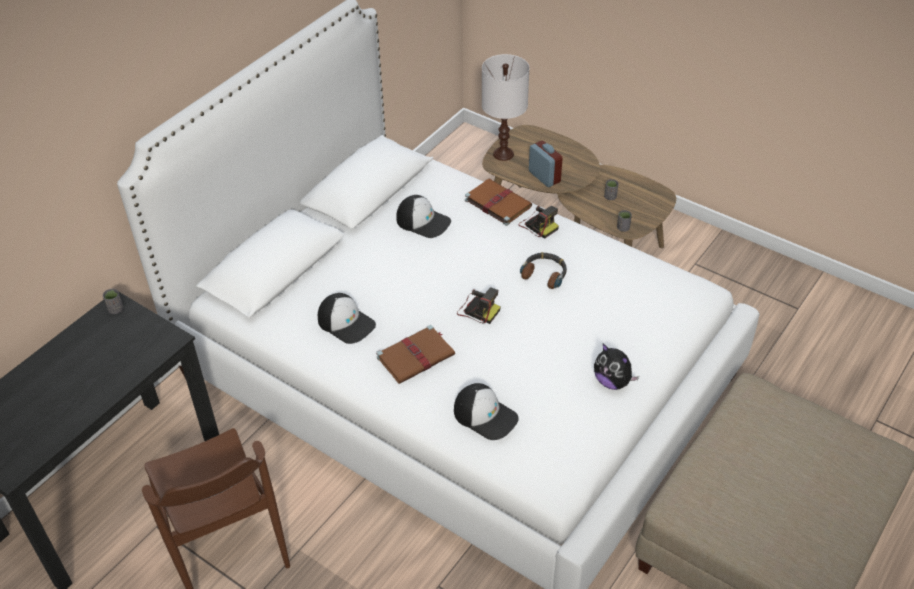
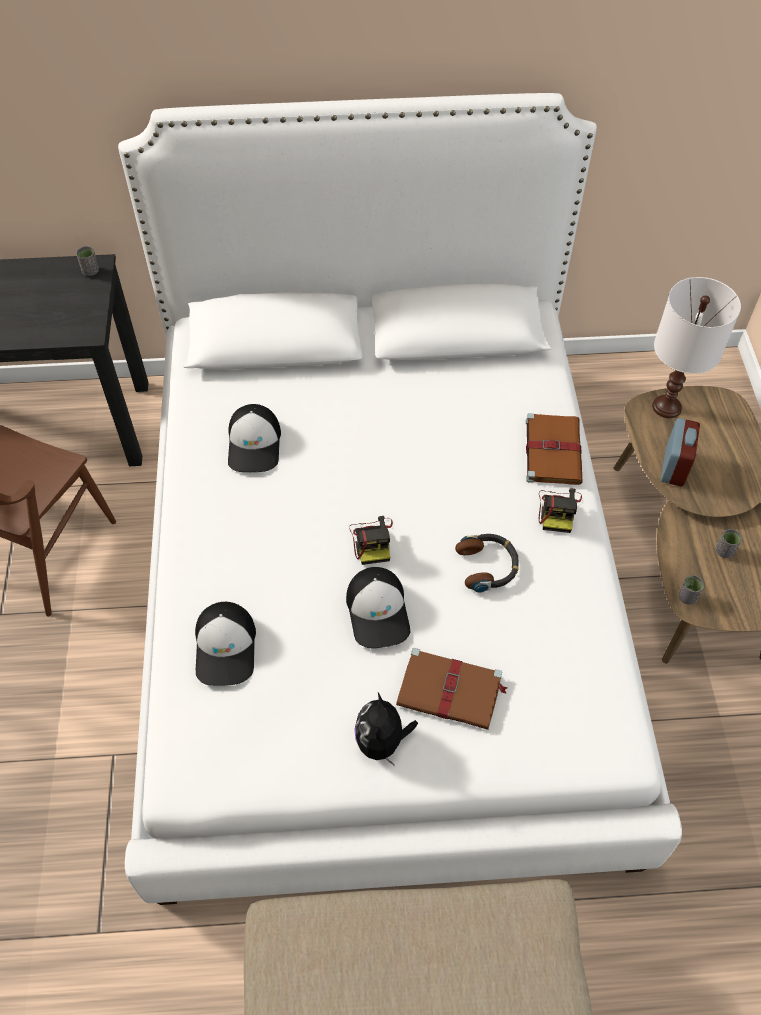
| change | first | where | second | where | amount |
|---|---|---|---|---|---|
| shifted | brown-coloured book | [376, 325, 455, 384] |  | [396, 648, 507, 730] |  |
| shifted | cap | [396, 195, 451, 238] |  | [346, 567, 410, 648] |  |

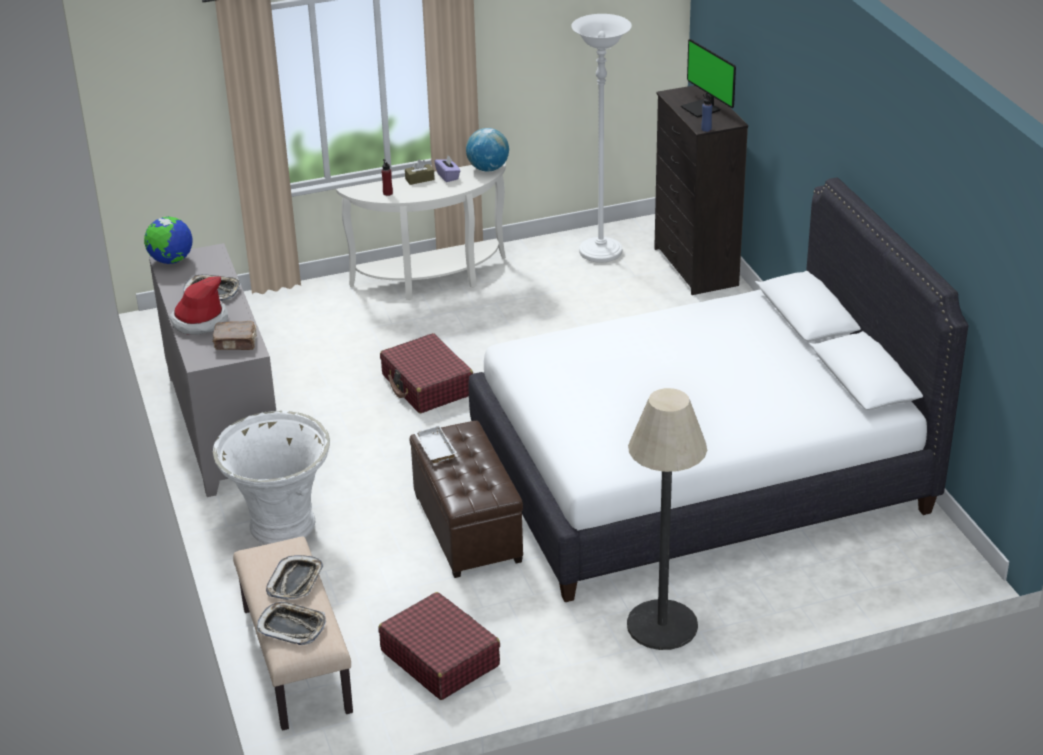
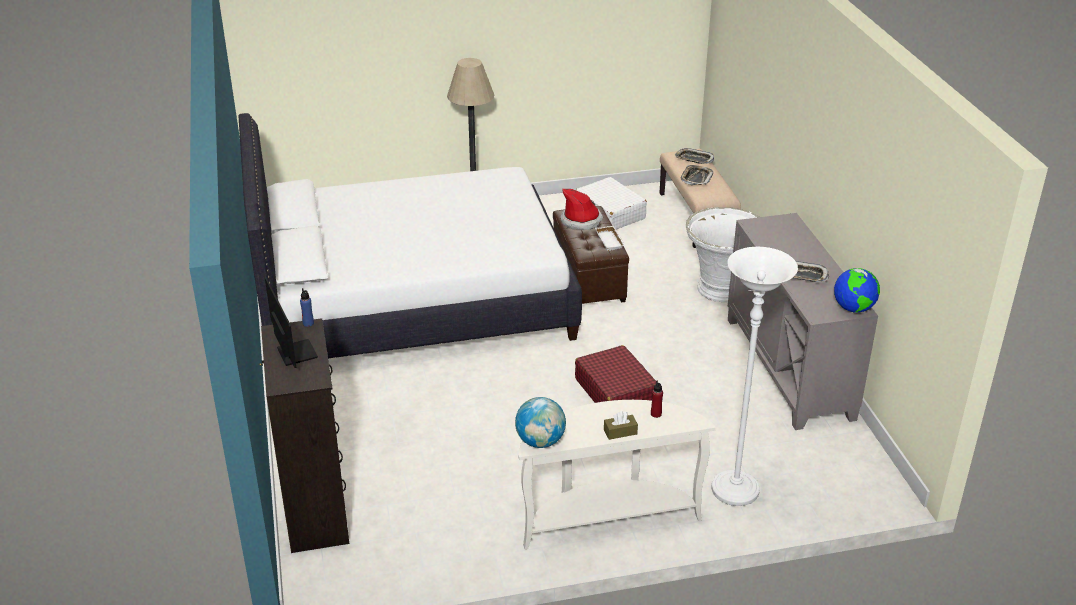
| change | first | where | second | where | amount |
|---|---|---|---|---|---|
| gone | brown-coloured book | [213, 321, 258, 350] |  |  |  |
| gone | purple-coloured tissue holder | [434, 156, 461, 182] |  |  |  |
| shifted | hat | [169, 277, 228, 335] |  | [561, 189, 603, 230] |  |
| shifted | white-coloured standard lamp | [572, 14, 632, 263] |  | [712, 247, 798, 506] |  |
| repainted | red travel case | [378, 592, 500, 700] | white-coloured travel case | [576, 177, 647, 230] |  |

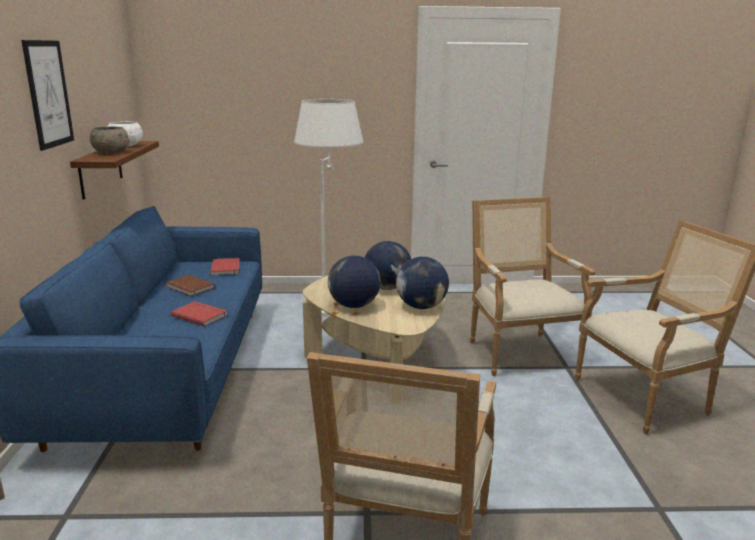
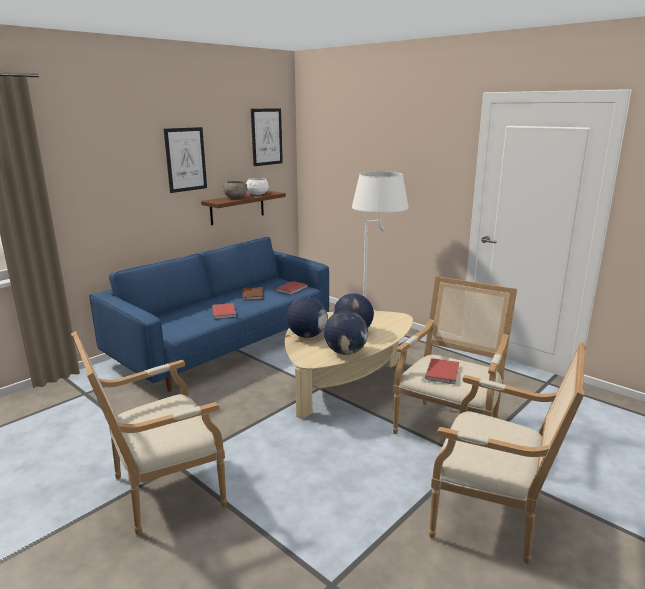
| change | first | where | second | where | amount |
|---|---|---|---|---|---|
| new |  |  | wall picture | [251, 108, 283, 166] |  |
| new |  |  | red book | [425, 358, 459, 384] |  |

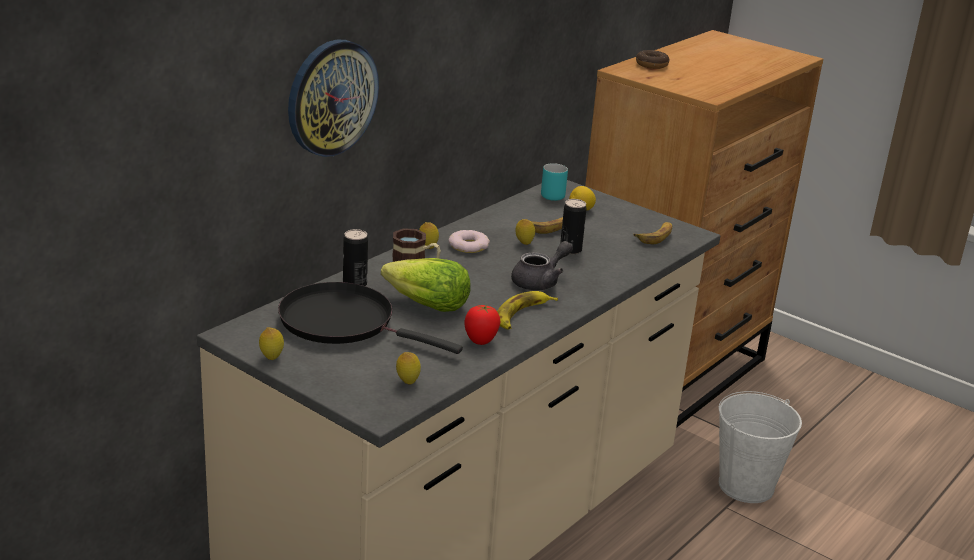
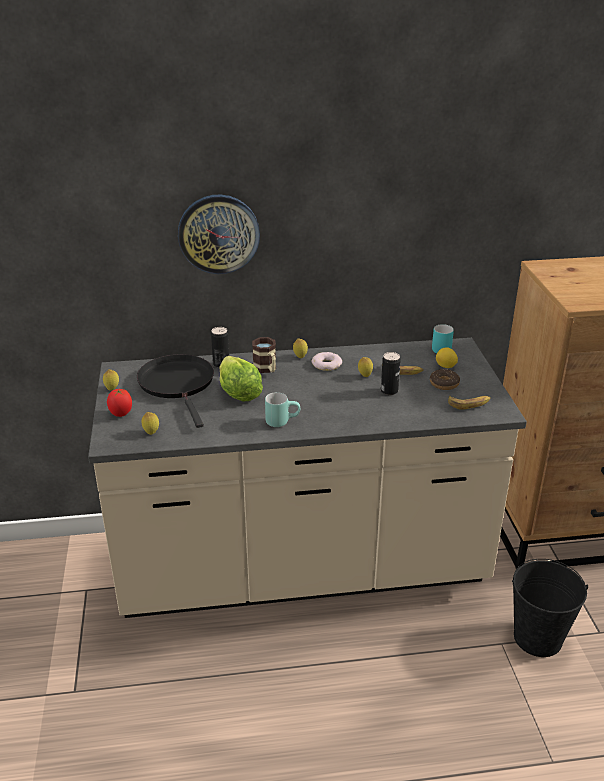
| change | first | where | second | where | amount |
|---|---|---|---|---|---|
| gone | greyish tea pot | [511, 241, 573, 291] |  |  |  |
| shifted | whole tomato | [464, 305, 500, 345] |  | [107, 389, 132, 417] |  |
| shifted | ring doughnut | [636, 50, 669, 69] |  | [430, 369, 460, 390] |  |
| swapped | banana fruit | [497, 291, 558, 329] | blue-green tea mug | [265, 392, 300, 427] |  |
| repainted | white-coloured water bucket | [719, 391, 802, 503] | blackish water bucket | [512, 559, 588, 657] |  |

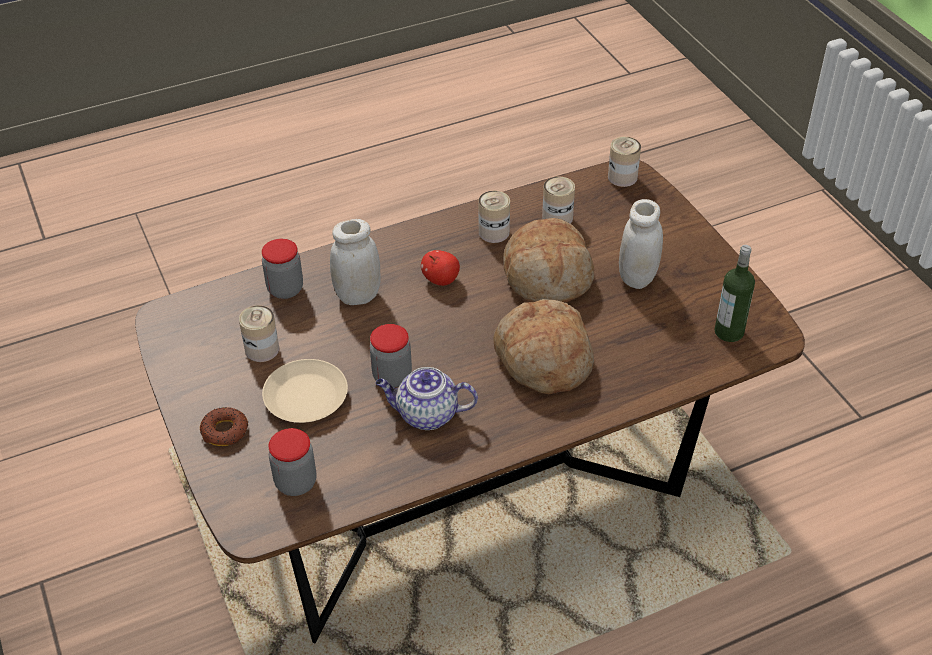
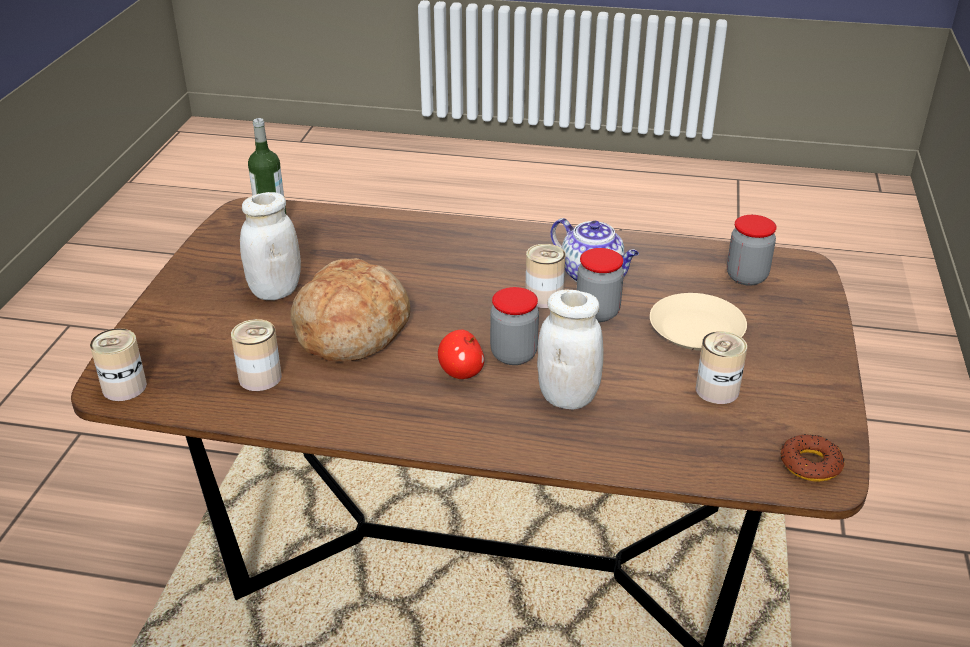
| change | first | where | second | where | amount |
|---|---|---|---|---|---|
| gone | bread | [493, 299, 594, 394] |  |  |  |
| shifted | ring doughnut | [200, 407, 248, 446] |  | [781, 434, 844, 482] |  |
| shifted | storage jar | [262, 239, 303, 299] |  | [490, 287, 539, 365] |  |
| shifted | sealed can | [479, 191, 510, 243] |  | [525, 244, 565, 308] |  |

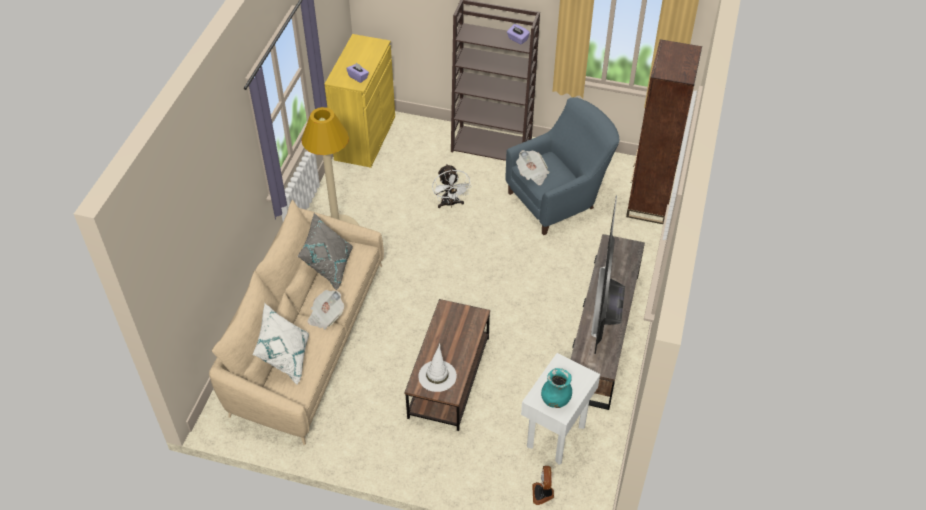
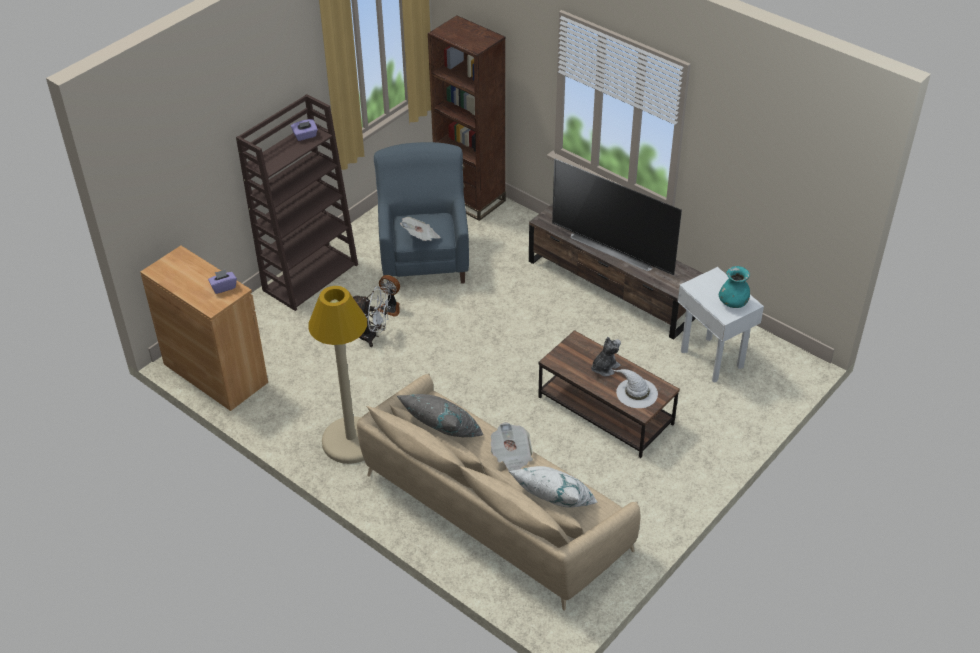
| change | first | where | second | where | amount |
|---|---|---|---|---|---|
| new |  |  | plush toy | [591, 337, 621, 376] |  |
| shifted | electric fan | [532, 466, 554, 505] |  | [378, 275, 400, 317] |  |
| repainted | yellow-coloured cabinet | [324, 34, 395, 168] | brown-coloured cabinet | [140, 245, 268, 411] |  |

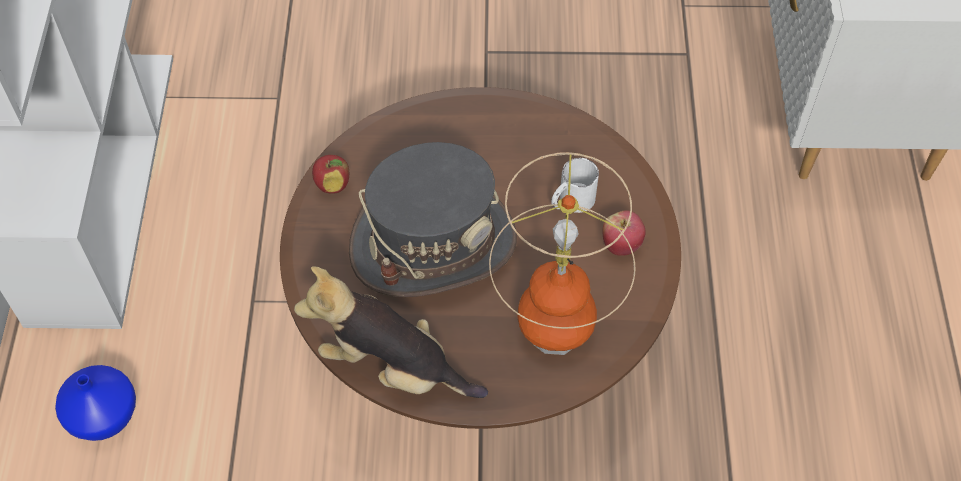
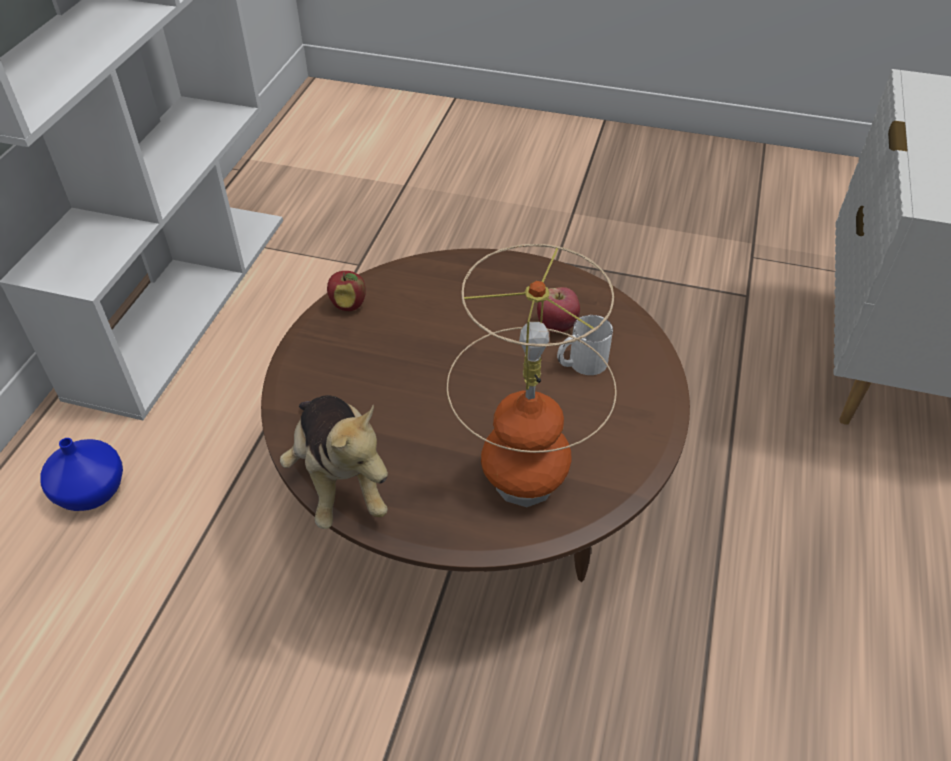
| change | first | where | second | where | amount |
|---|---|---|---|---|---|
| gone | greyish hat | [349, 142, 517, 297] |  |  |  |
| shifted | apple | [603, 210, 646, 256] |  | [537, 287, 580, 333] |  |
| rotated | plush toy | [294, 266, 488, 398] |  | [280, 395, 388, 529] | 150 degrees counterclockwise |

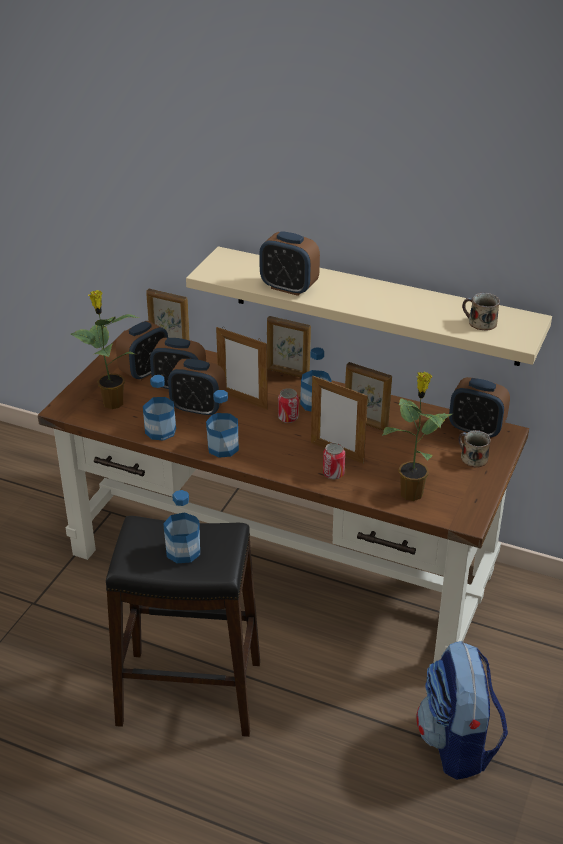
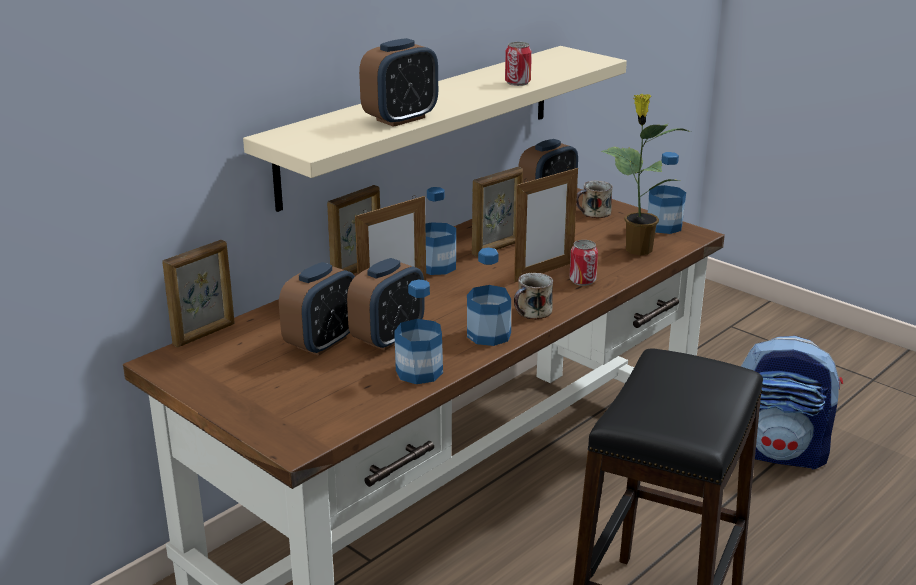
| change | first | where | second | where | amount |
|---|---|---|---|---|---|
| gone | plant in a pot | [70, 290, 138, 409] |  |  |  |
| gone | table clock | [116, 321, 168, 381] |  |  |  |
| shifted | beverage bottle | [163, 490, 200, 563] |  | [648, 152, 686, 234] |  |
| shifted | sealed can | [278, 388, 299, 423] |  | [505, 42, 532, 86] |  |
| shifted | tea mug | [462, 293, 500, 330] |  | [514, 273, 553, 319] |  |

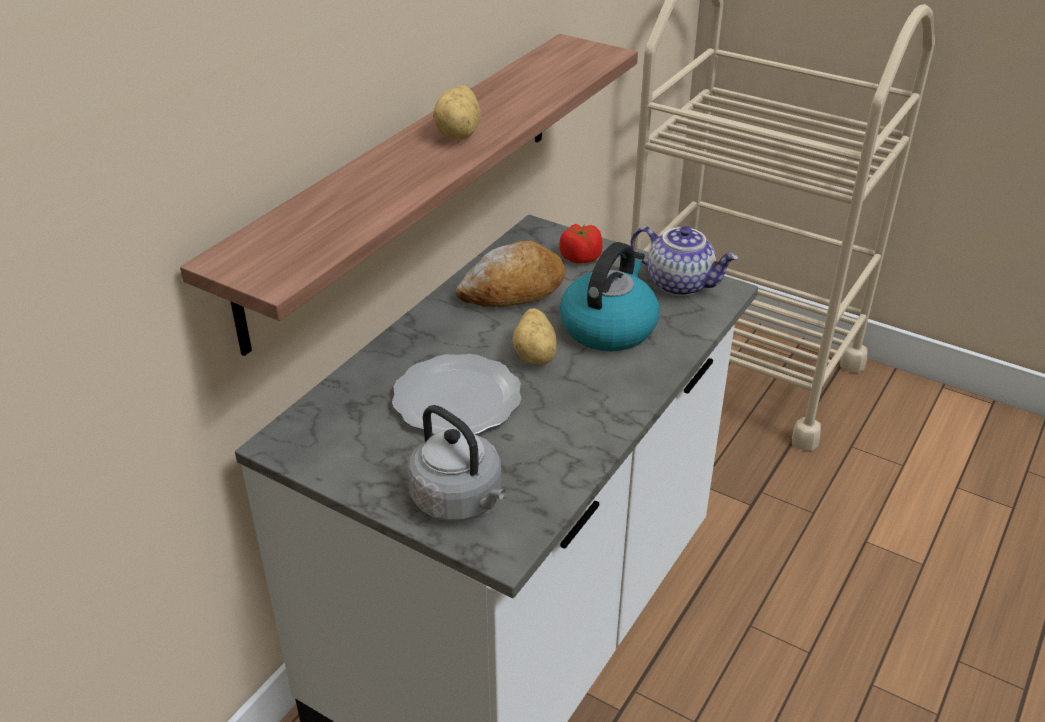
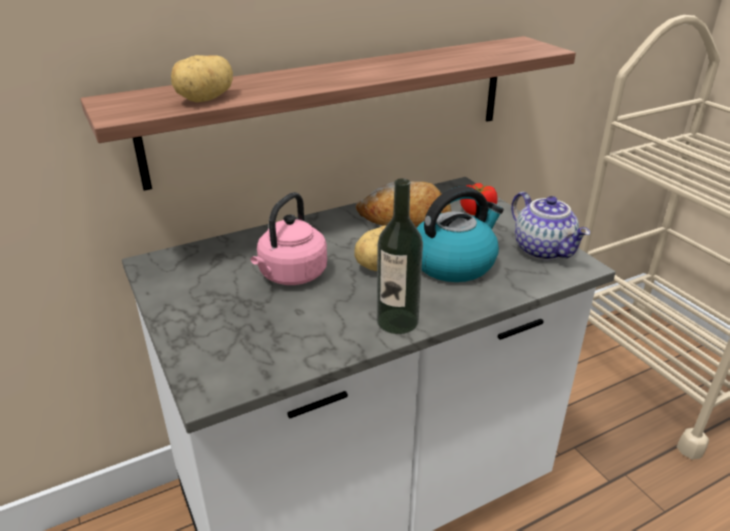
| change | first | where | second | where | amount |
|---|---|---|---|---|---|
| gone | greyish kettle | [408, 405, 505, 521] |  |  |  |
| new |  |  | beverage bottle | [377, 178, 423, 334] |  |
| shifted | whole potato | [433, 85, 481, 139] |  | [171, 55, 233, 102] |  |
| swapped | dinner plate | [392, 354, 522, 435] | pink-coloured kettle | [250, 192, 327, 285] |  |

